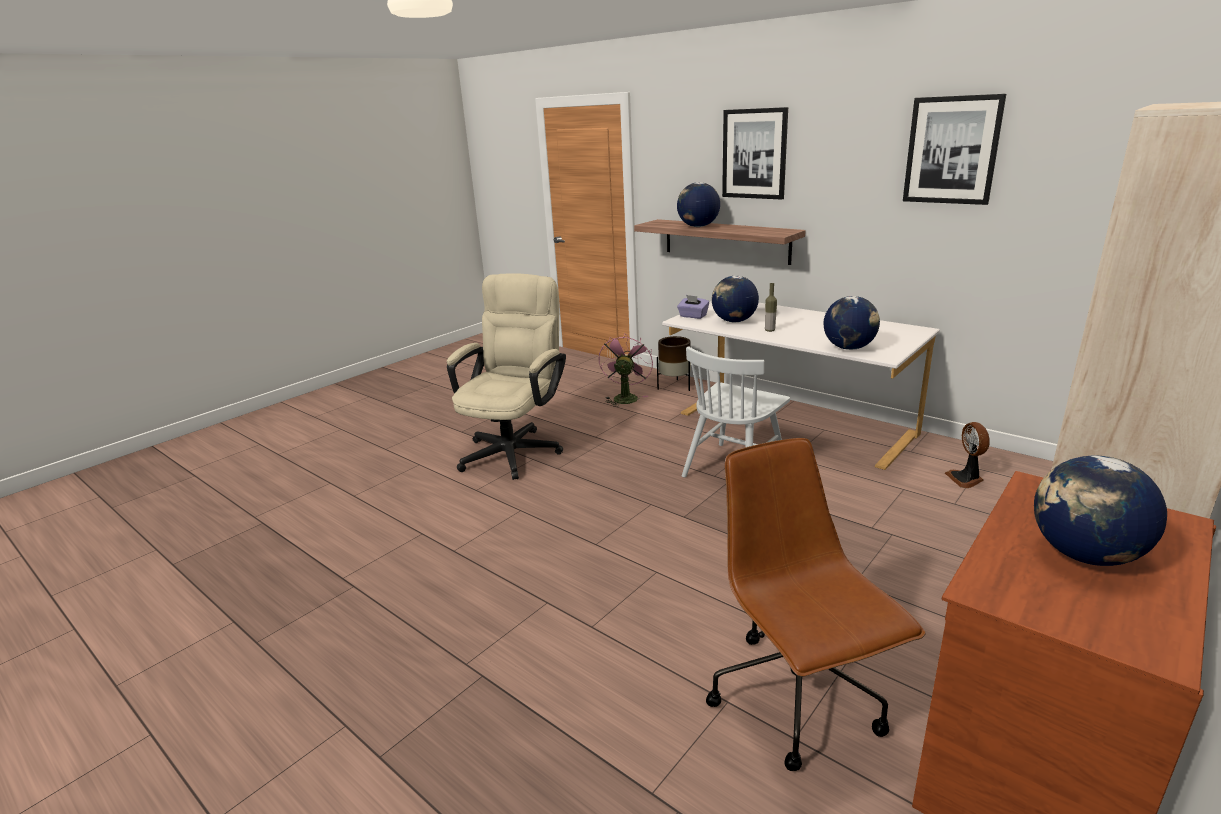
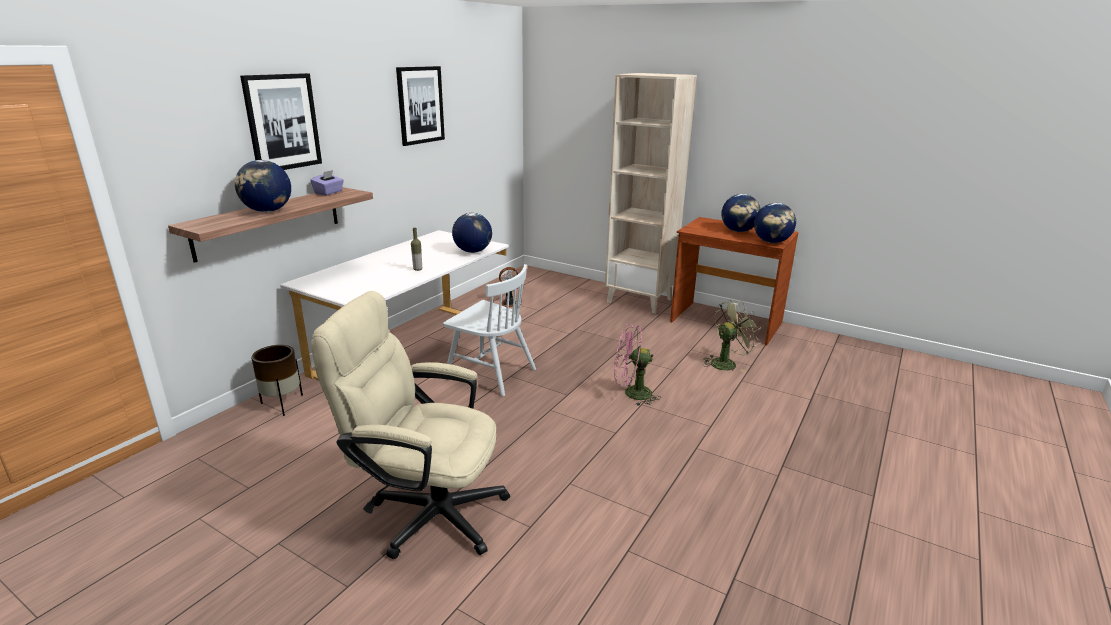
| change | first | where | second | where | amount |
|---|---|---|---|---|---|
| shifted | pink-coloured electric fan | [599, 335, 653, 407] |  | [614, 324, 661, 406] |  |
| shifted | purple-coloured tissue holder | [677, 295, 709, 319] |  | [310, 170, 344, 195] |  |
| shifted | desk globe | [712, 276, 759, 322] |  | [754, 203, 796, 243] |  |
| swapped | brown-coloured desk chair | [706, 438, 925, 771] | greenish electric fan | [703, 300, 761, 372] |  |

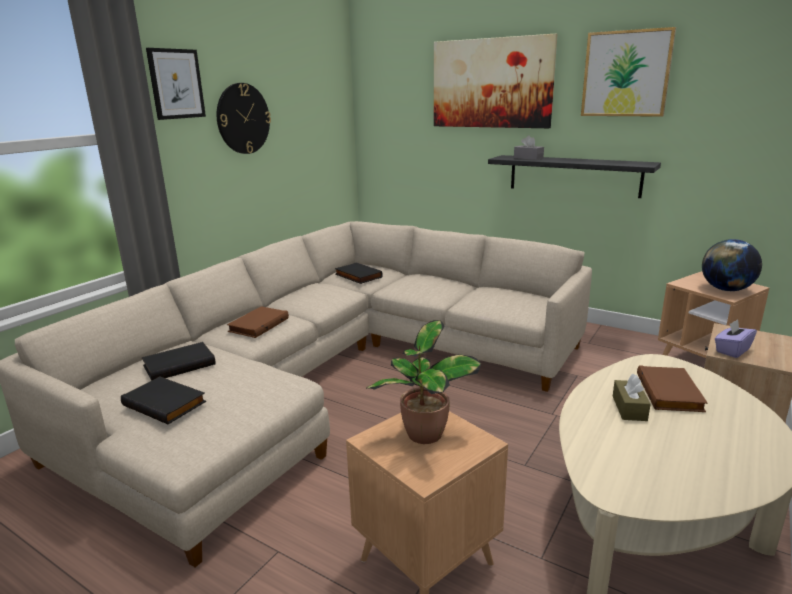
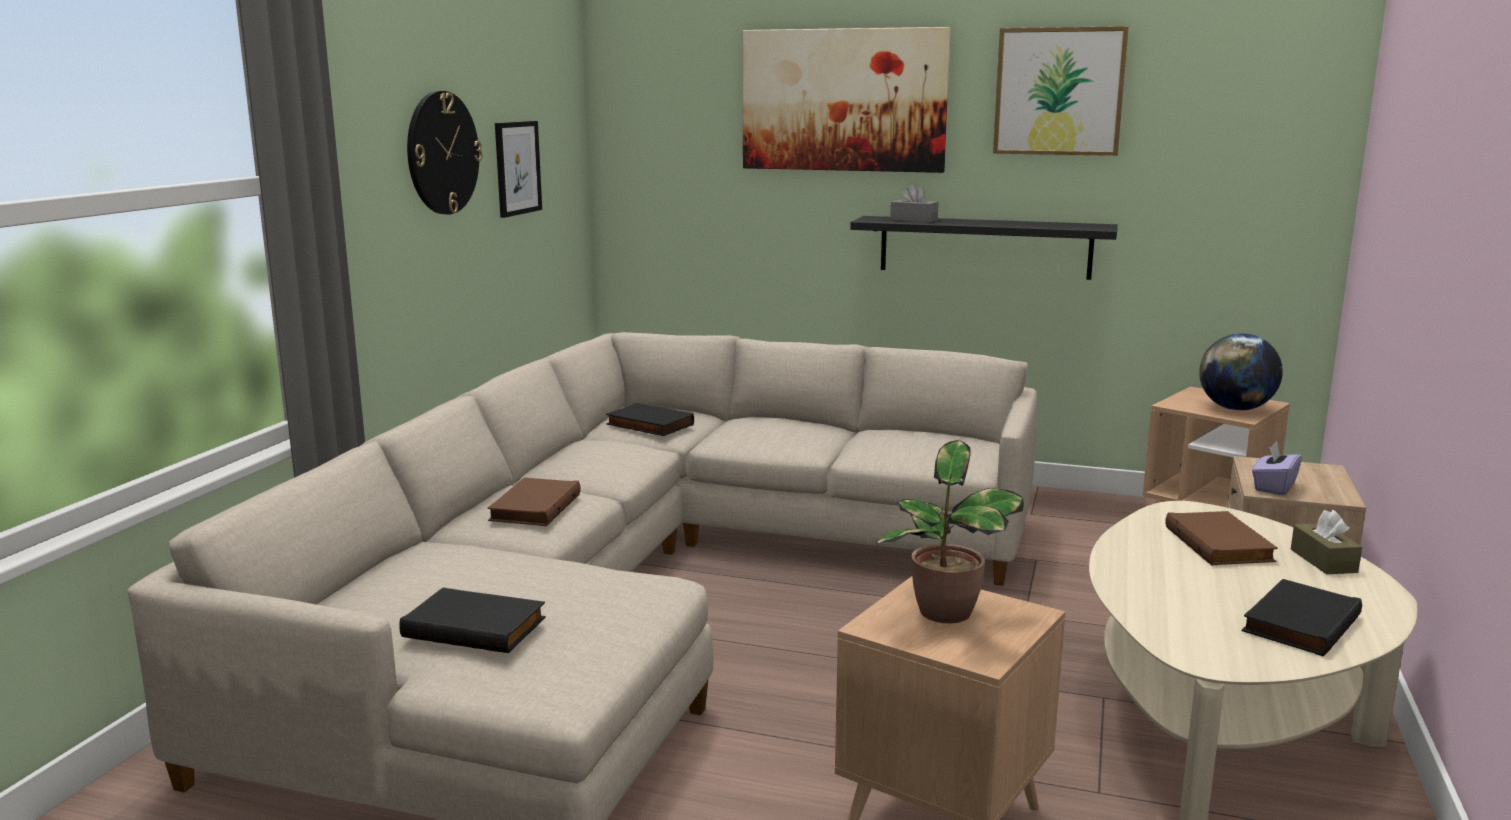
| change | first | where | second | where | amount |
|---|---|---|---|---|---|
| shifted | blackish book | [142, 342, 216, 381] |  | [1242, 579, 1362, 656] |  |
| shifted | wall picture | [146, 48, 206, 120] |  | [495, 121, 542, 218] |  |
| shifted | brown-coloured tissue holder | [613, 374, 651, 421] |  | [1291, 510, 1362, 574] |  |

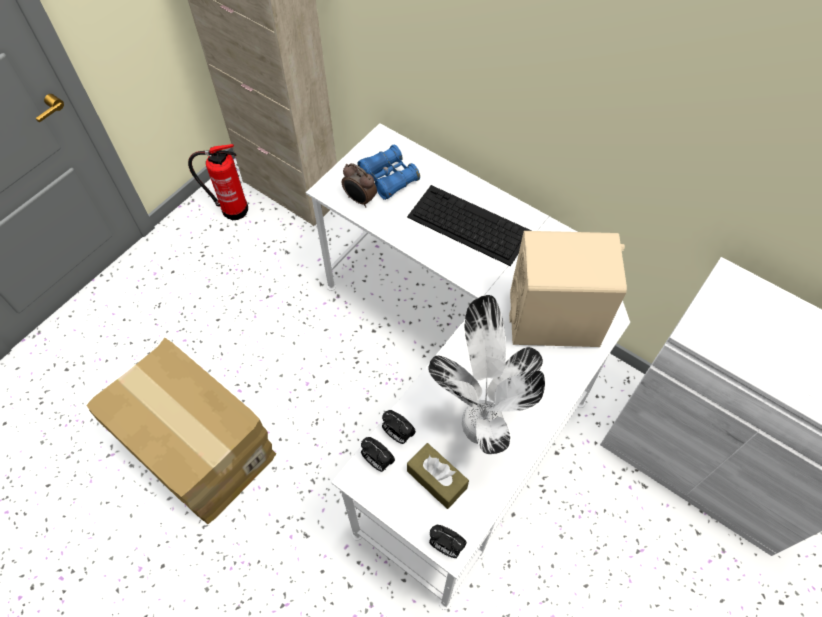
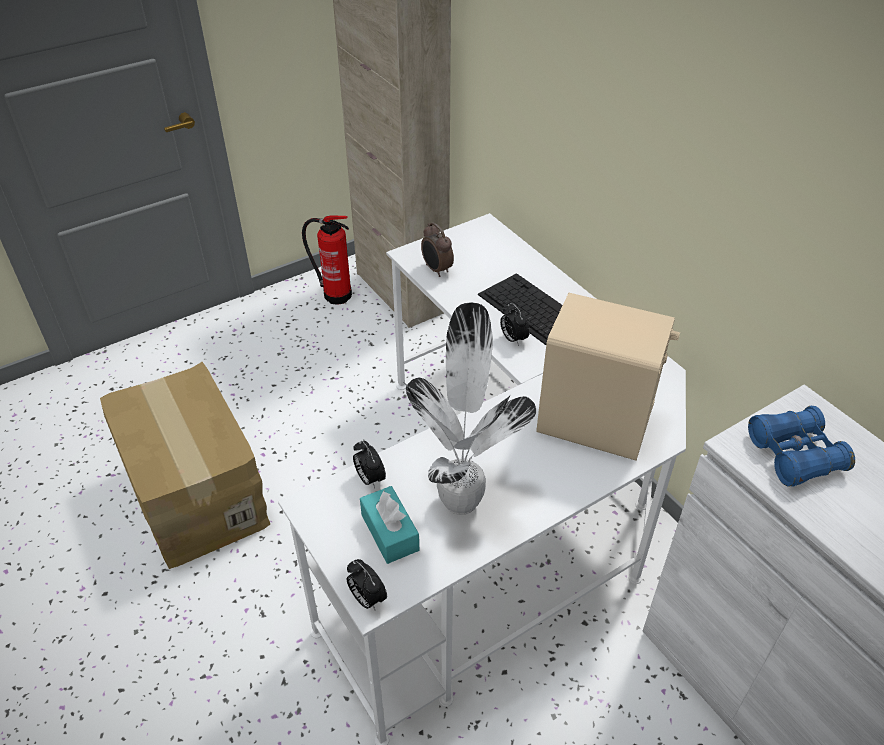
| change | first | where | second | where | amount |
|---|---|---|---|---|---|
| shifted | blue-coloured pair of binoculars | [358, 145, 420, 200] |  | [748, 406, 855, 486] |  |
| shifted | table clock | [361, 437, 395, 472] |  | [500, 303, 530, 346] |  |
| repainted | brown-coloured tissue holder | [407, 443, 469, 509] | blue-green tissue holder | [360, 486, 419, 564] |  |

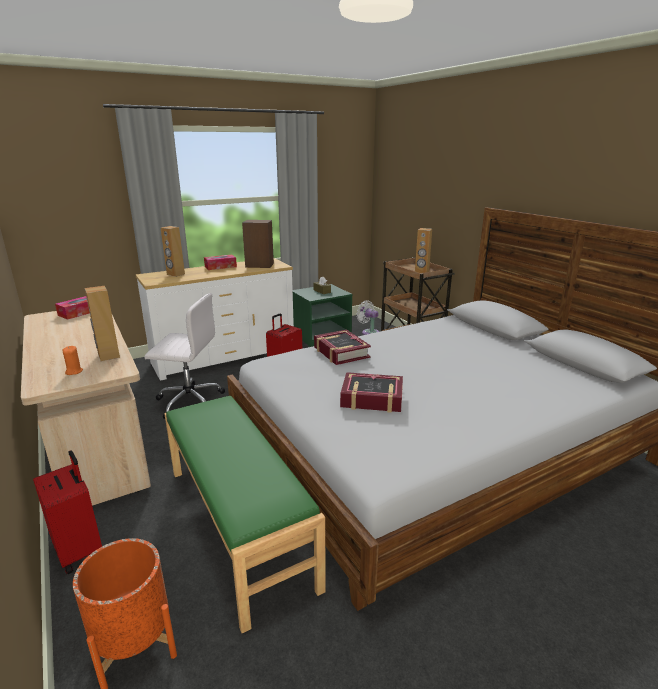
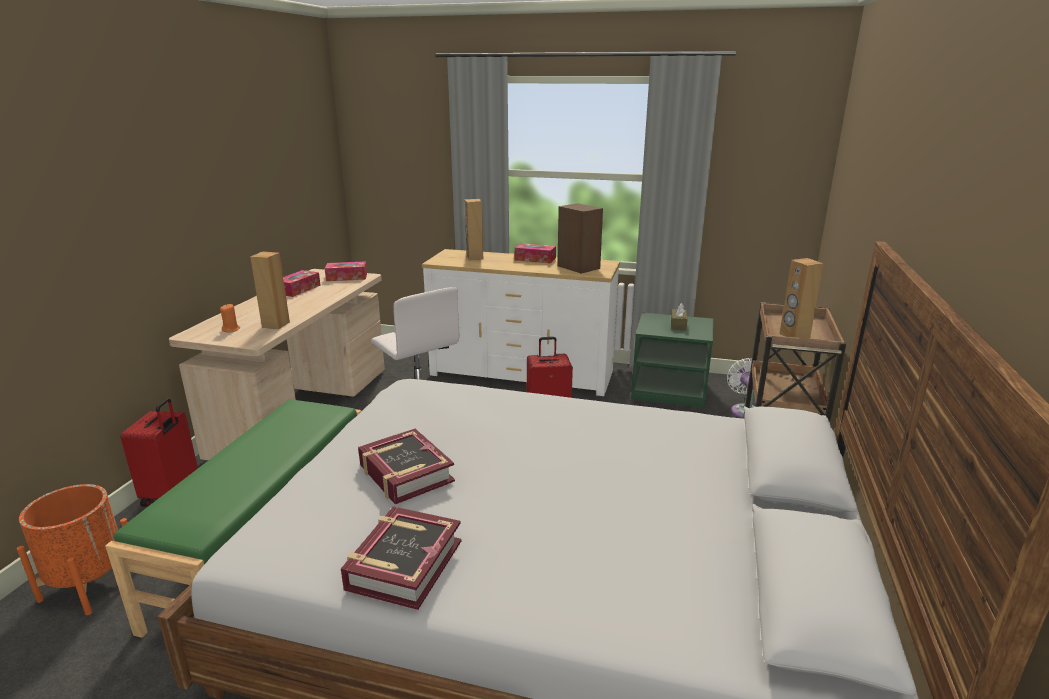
| change | first | where | second | where | amount |
|---|---|---|---|---|---|
| new |  |  | tissue holder | [283, 270, 321, 297] |  |
| shifted | book | [314, 330, 371, 365] |  | [341, 506, 461, 610] |  |

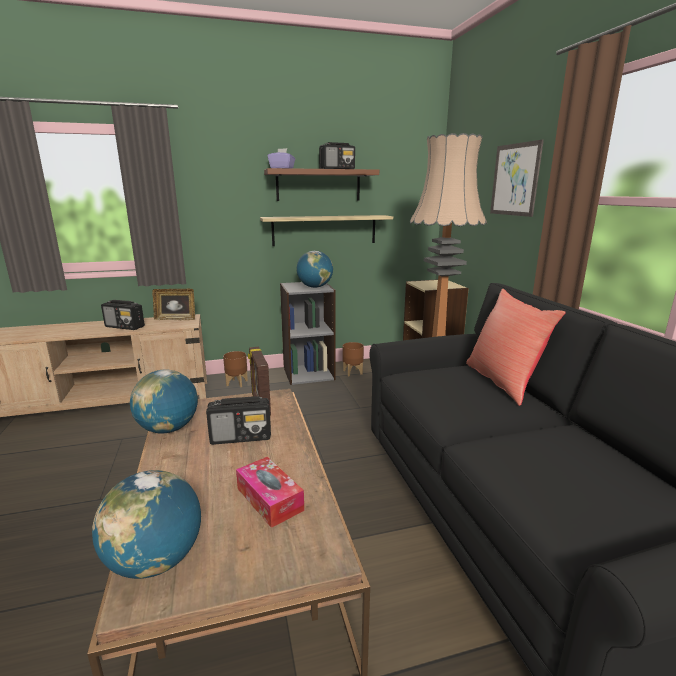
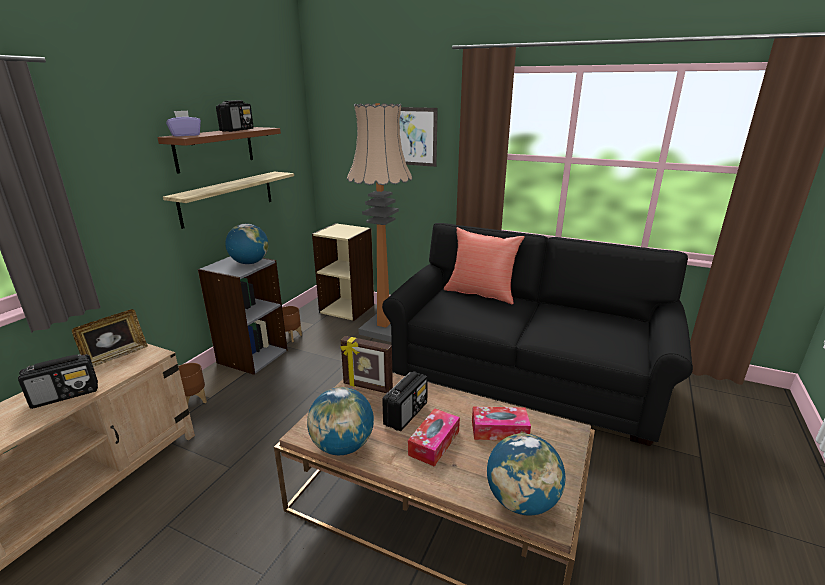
| change | first | where | second | where | amount |
|---|---|---|---|---|---|
| new |  |  | tissue holder | [408, 408, 460, 467] |  |

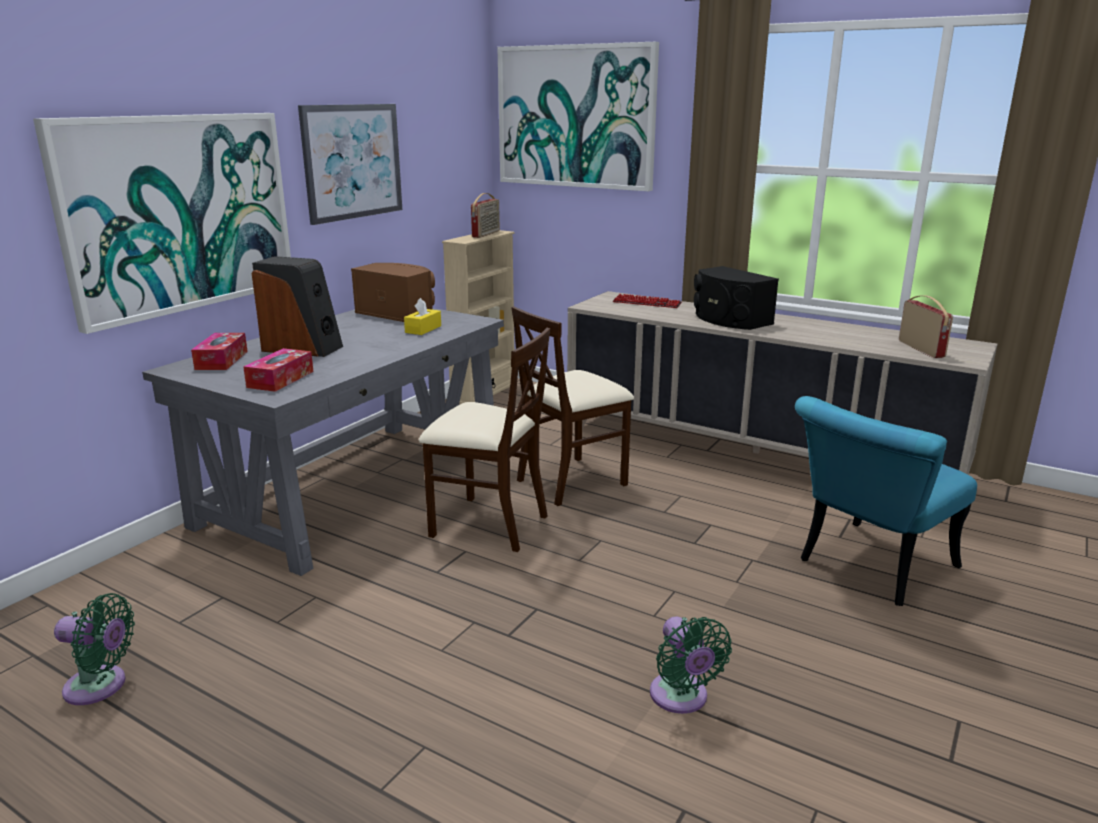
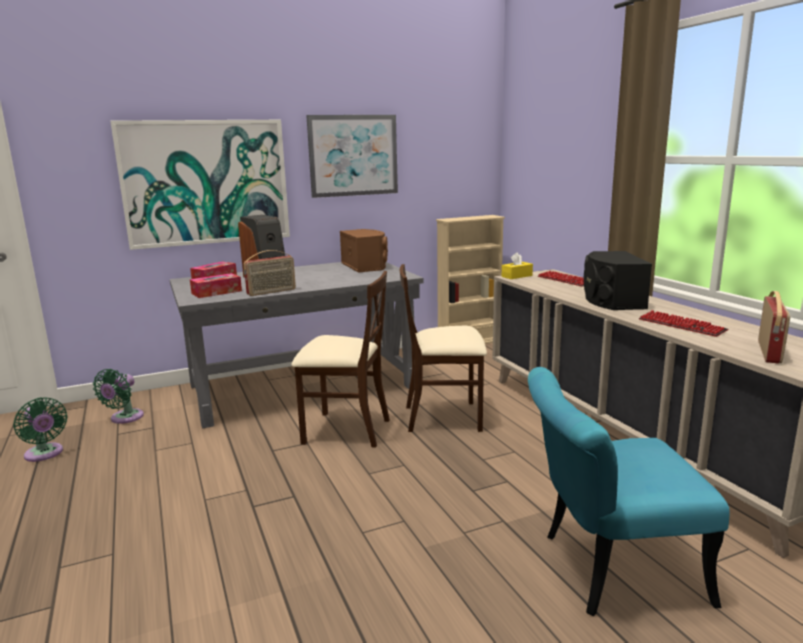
| change | first | where | second | where | amount |
|---|---|---|---|---|---|
| gone | wall picture | [497, 42, 659, 191] |  |  |  |
| new |  |  | PC keyboard | [639, 310, 728, 337] |  |
| shifted | yellow-coloured tissue holder | [404, 298, 441, 335] |  | [502, 252, 533, 279] |  |
| shifted | radio receiver | [471, 193, 500, 238] |  | [244, 250, 296, 296] |  |
| shifted | greenish electric fan | [650, 617, 732, 714] |  | [93, 369, 144, 424] |  |
| rotated | beige-coloured plain chair | [419, 328, 550, 552] |  | [292, 271, 390, 448] | 45 degrees counterclockwise |

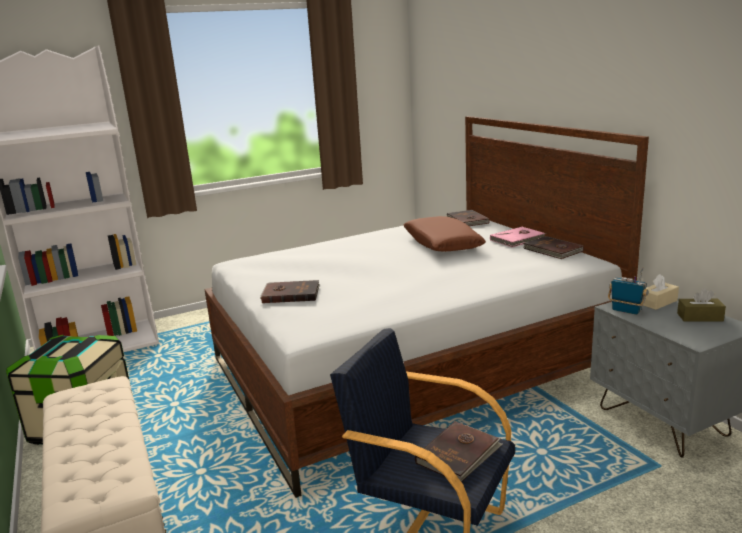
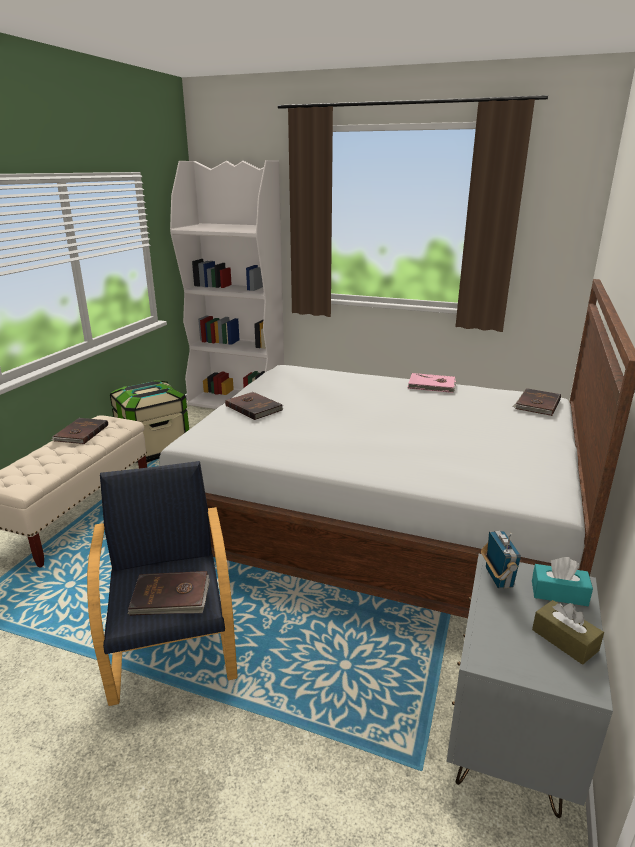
| change | first | where | second | where | amount |
|---|---|---|---|---|---|
| gone | brown-coloured throw pillow | [403, 216, 486, 252] |  |  |  |
| shifted | pink-coloured book | [490, 227, 545, 247] |  | [408, 373, 456, 393] |  |
| shifted | brown-coloured book | [524, 236, 584, 259] |  | [51, 418, 108, 444] |  |
| repainted | beige-coloured tissue holder | [643, 274, 679, 310] | blue-green tissue holder | [532, 557, 593, 606] |  |

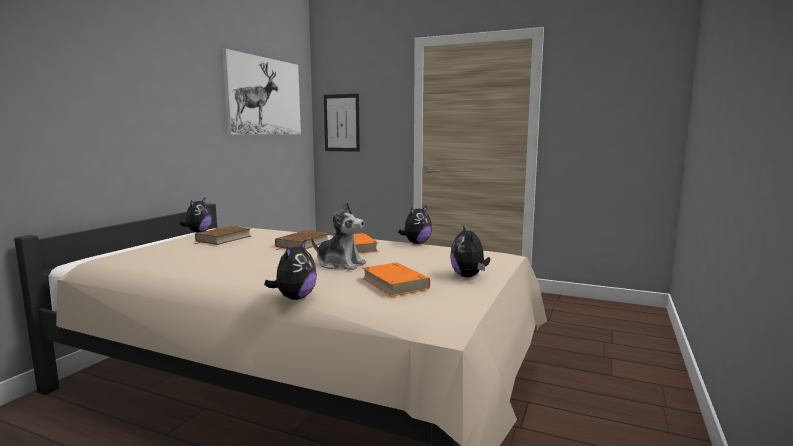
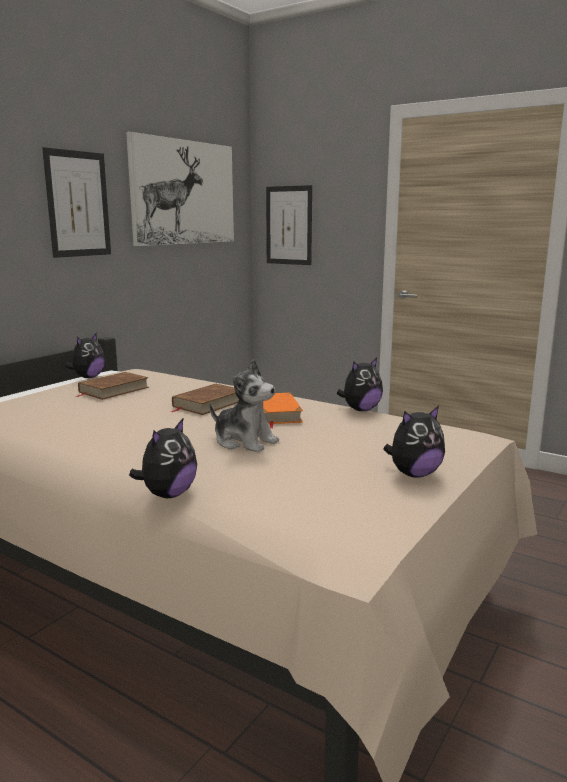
| change | first | where | second | where | amount |
|---|---|---|---|---|---|
| gone | orangey book | [362, 263, 430, 296] |  |  |  |
| new |  |  | wall picture | [42, 147, 111, 258] |  |
| rotated | plush toy | [450, 225, 490, 277] |  | [383, 406, 445, 478] | 120 degrees counterclockwise |

